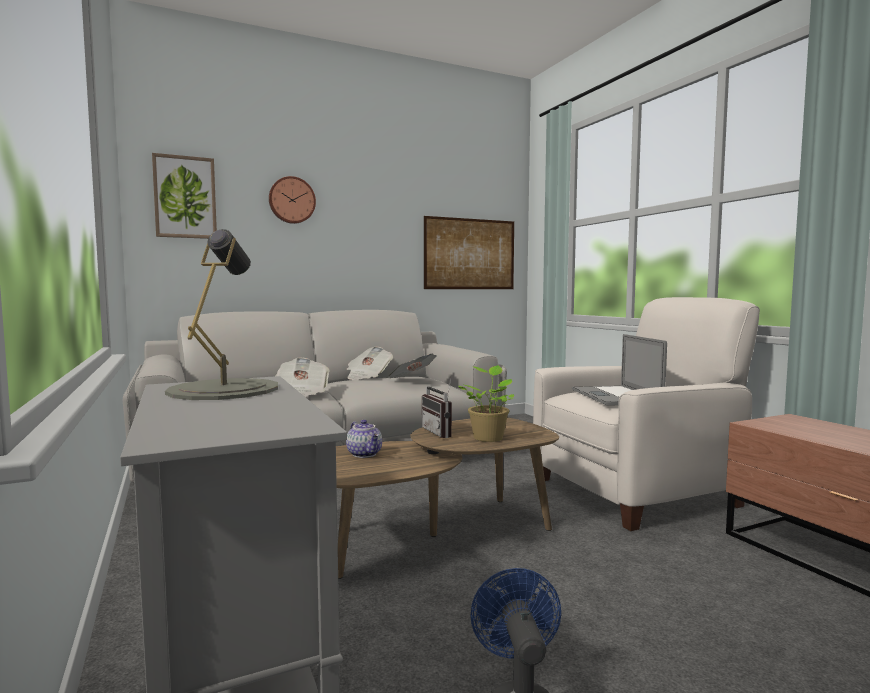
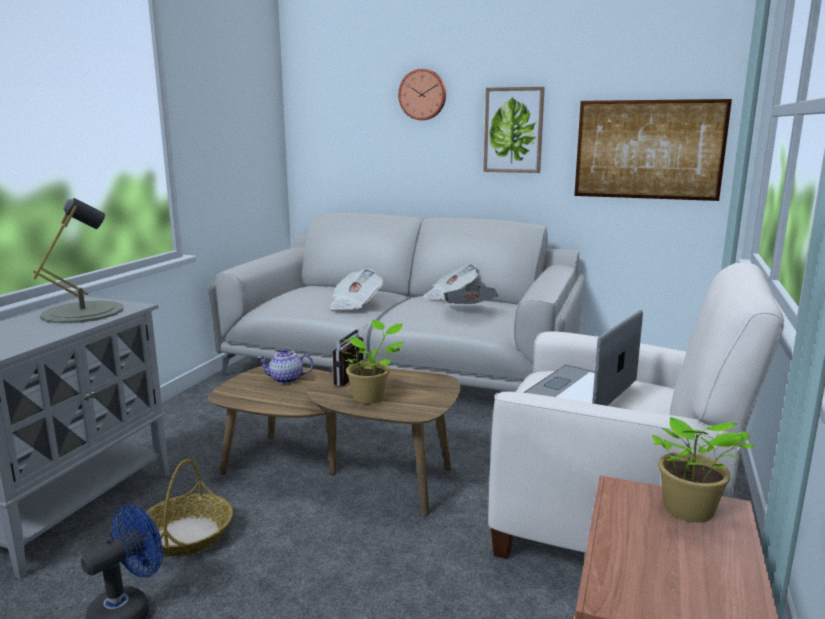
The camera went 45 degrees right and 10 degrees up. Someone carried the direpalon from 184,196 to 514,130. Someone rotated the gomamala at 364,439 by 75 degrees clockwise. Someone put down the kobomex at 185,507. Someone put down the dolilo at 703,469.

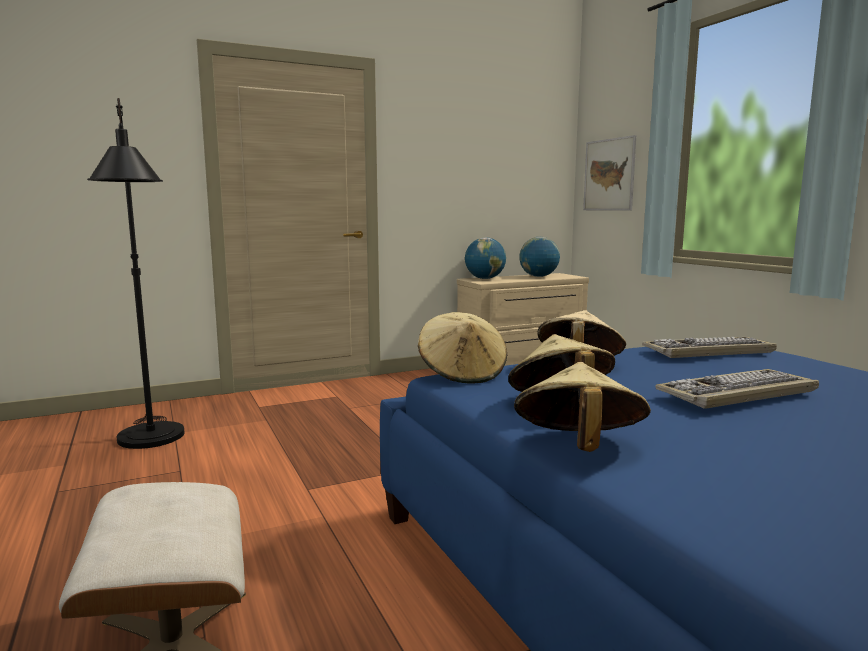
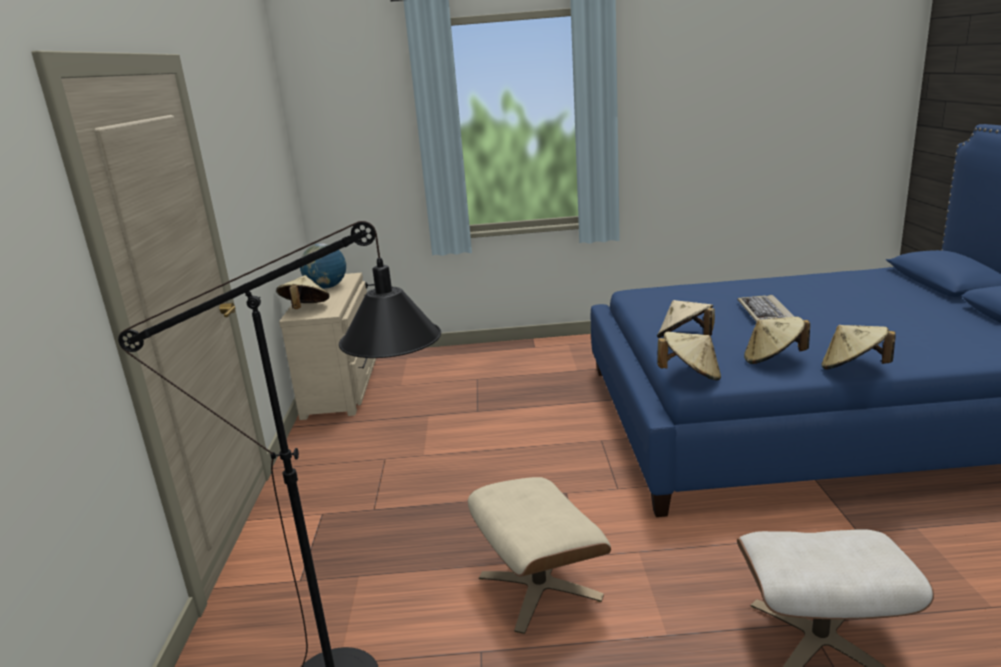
The camera went 65 degrees left and 10 degrees up. Someone swapped the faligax at 485,258 for the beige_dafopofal at 302,292. Someone took away the direpalon at 609,172. Someone took away the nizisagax at 709,347. Someone put down the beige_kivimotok at 539,555.

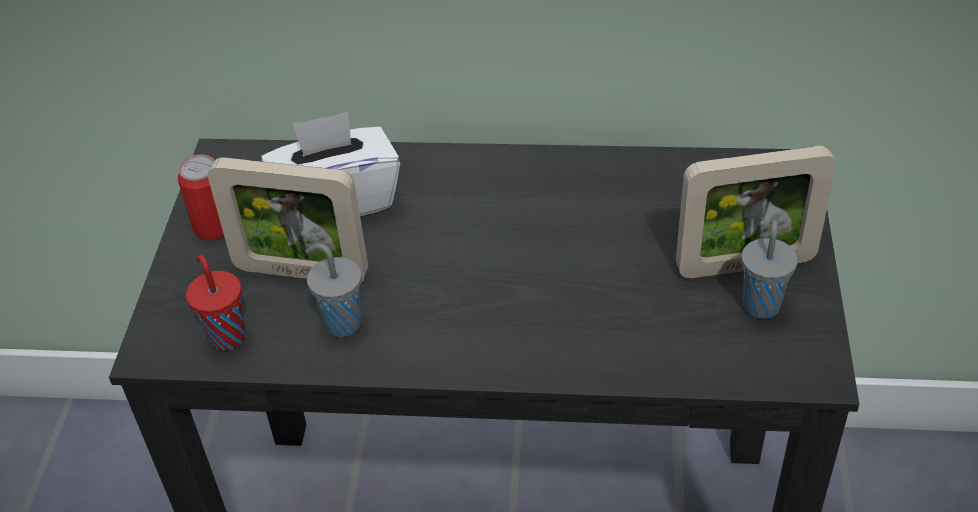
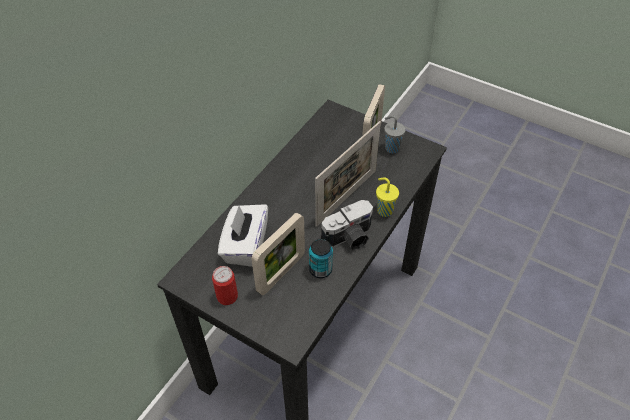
The camera went 65 degrees left and 5 degrees up. Someone took away the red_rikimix at 216,302. Someone swapped the grey_rikimix at 333,290 for the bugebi at 321,258. Someone put down the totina at 348,174. Someone put down the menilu at 347,225. Someone put down the yellow_rikimix at 387,197.

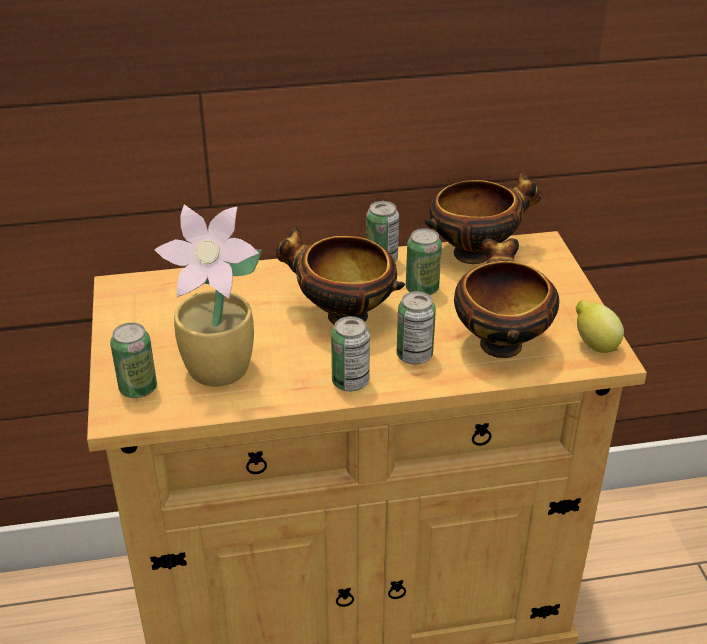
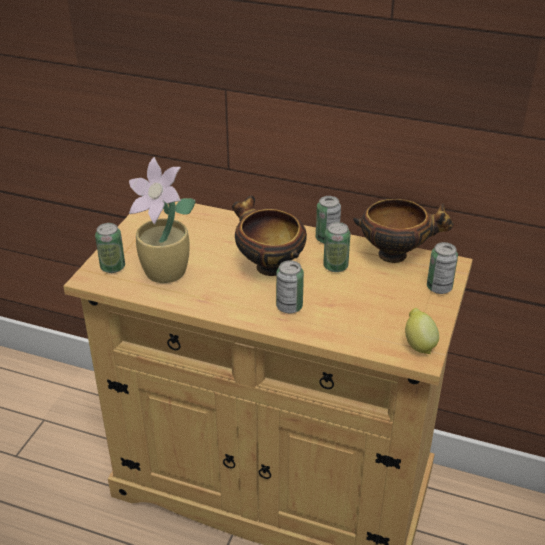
The camera went 30 degrees right and 0 degrees up. Someone carried the bugebi from 350,353 to 442,268. Someone took away the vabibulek at 506,298.

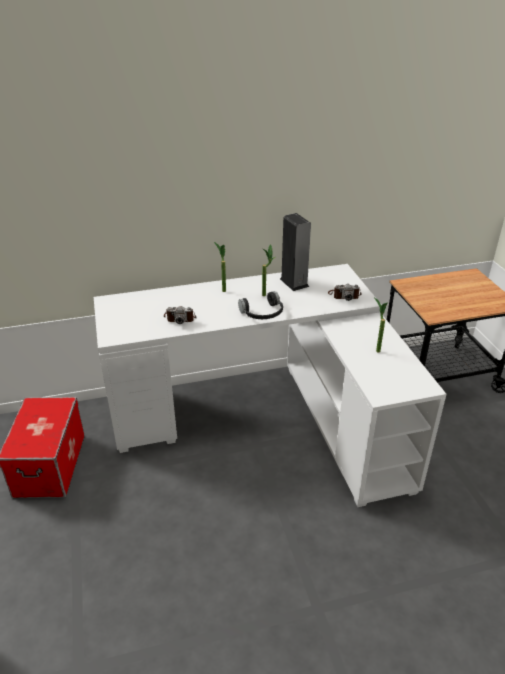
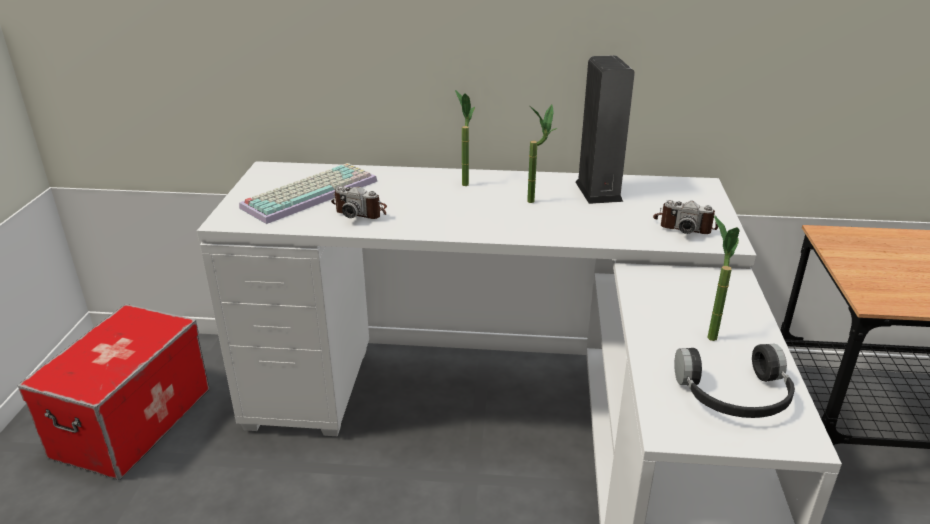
The camera went 20 degrees right and 5 degrees down. Someone carried the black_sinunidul from 260,305 to 734,381. Someone put down the nizisagax at 308,193.

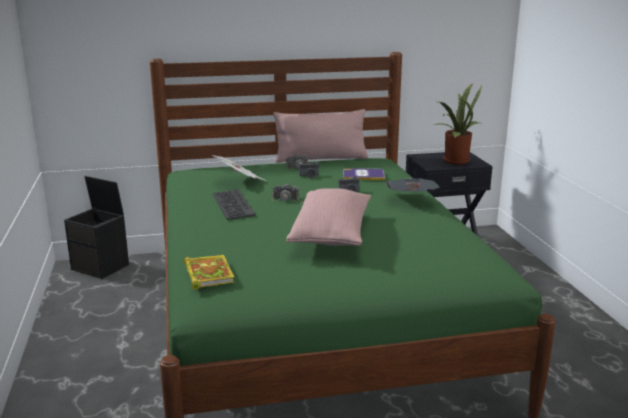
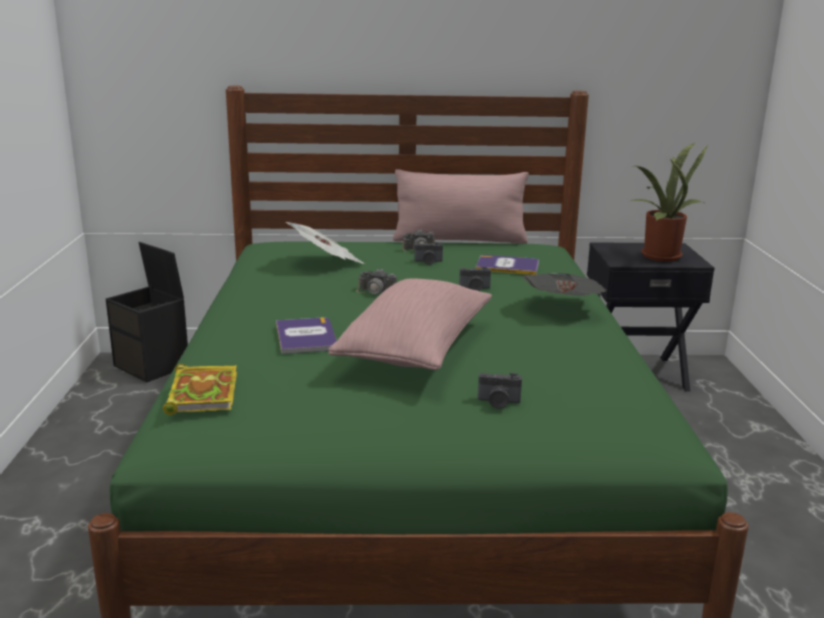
The camera went 10 degrees right and 0 degrees up. Someone took away the nizisagax at 234,204. Someone put down the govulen at 306,335. Someone put down the menilu at 500,391.

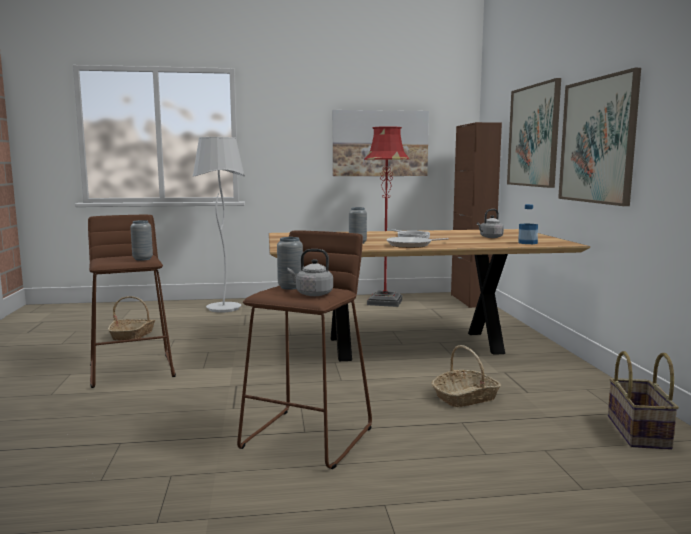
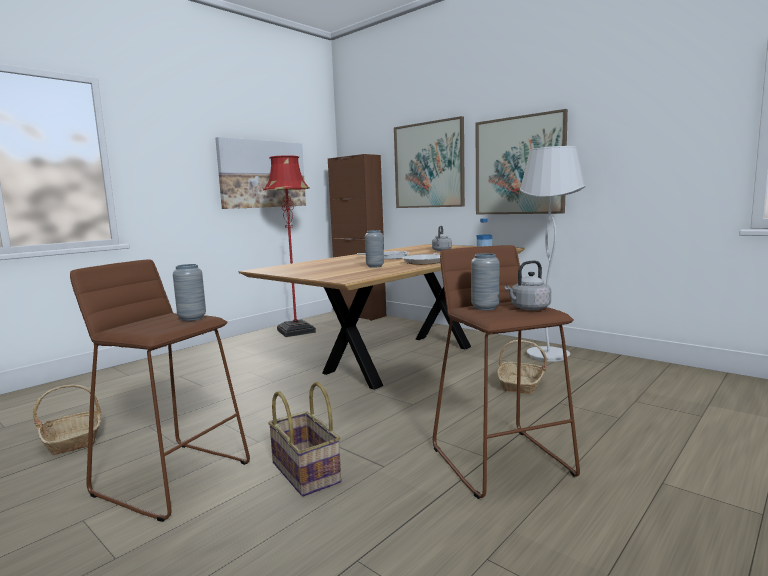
The camera went 40 degrees left and 0 degrees up. Someone carried the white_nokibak from 219,225 to 552,254. Someone carried the kobomex from 643,400 to 304,439.

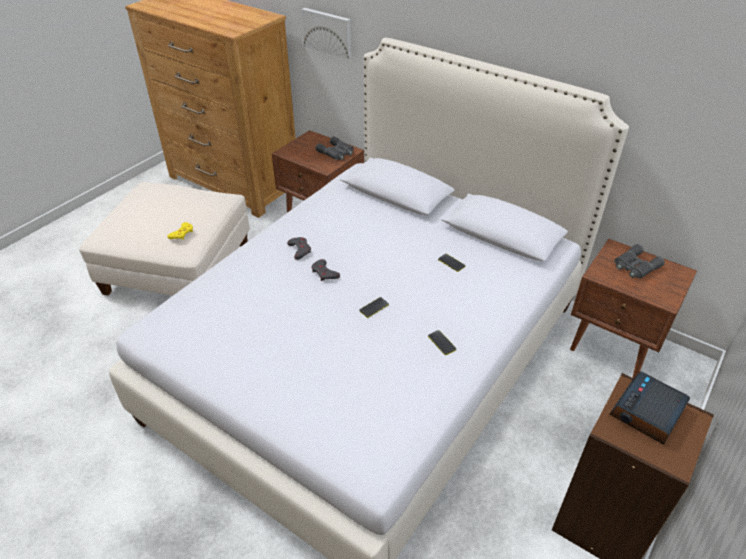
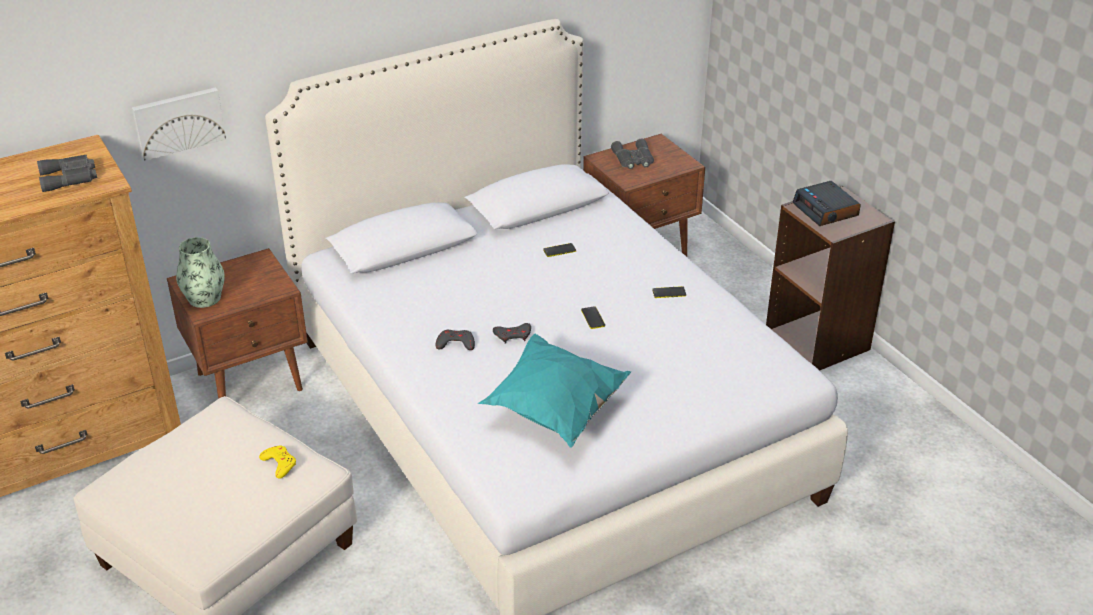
The camera went 65 degrees left and 5 degrees down. Someone carried the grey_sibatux from 335,148 to 67,173. Someone put down the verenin at 200,272. Someone put down the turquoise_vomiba at 554,391.

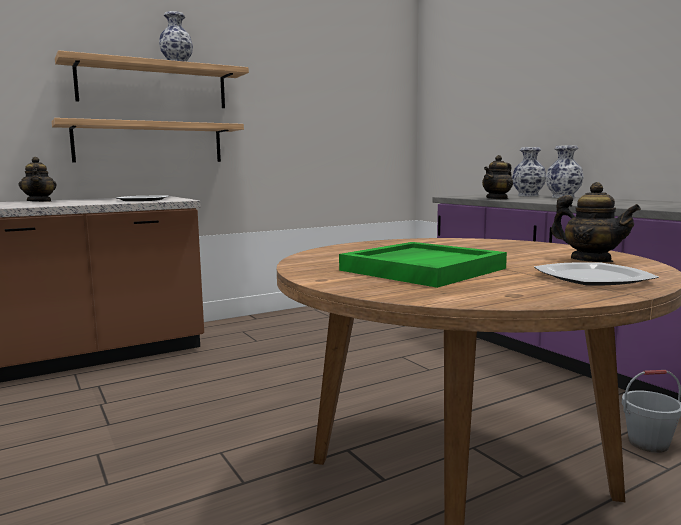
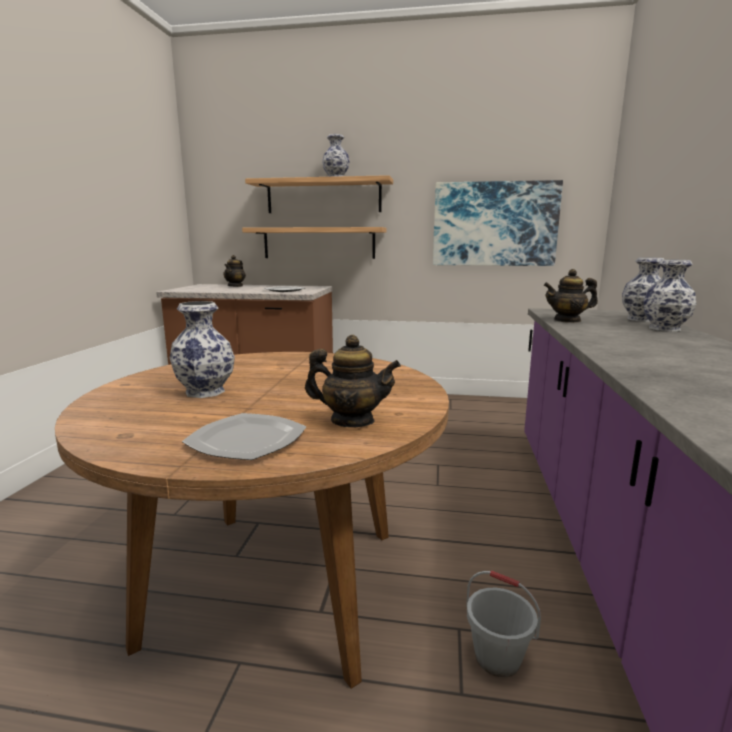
The camera went 40 degrees right and 5 degrees up. Someone swapped the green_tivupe at 423,265 for the verenin at 202,349. Someone rotated the gomamala at 596,222 by 75 degrees counterclockwise. Someone put up the direpalon at 498,223.

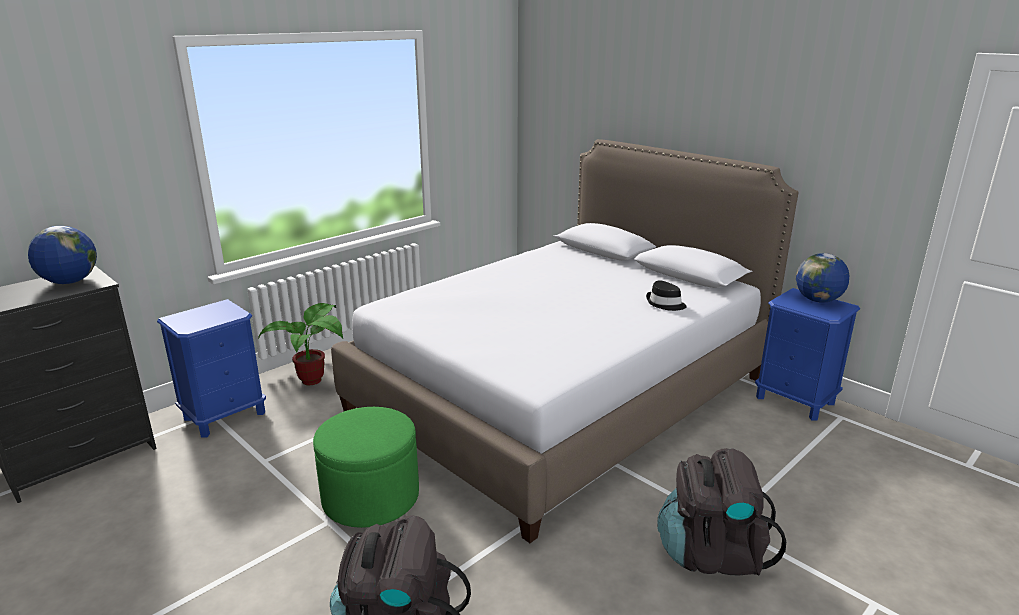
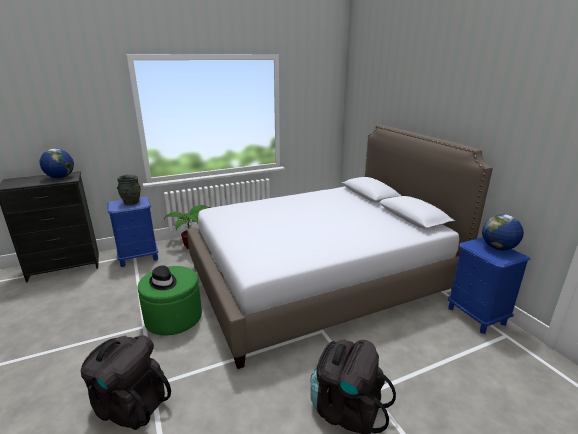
The camera went 20 degrees right and 0 degrees up. Someone carried the black_dafopofal from 666,295 to 163,278. Someone put down the grey_verenin at 129,190.

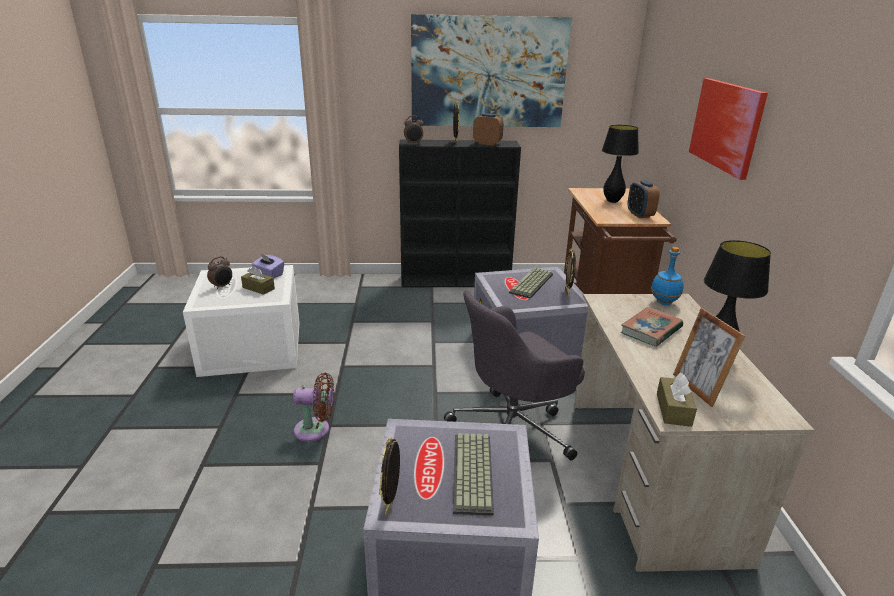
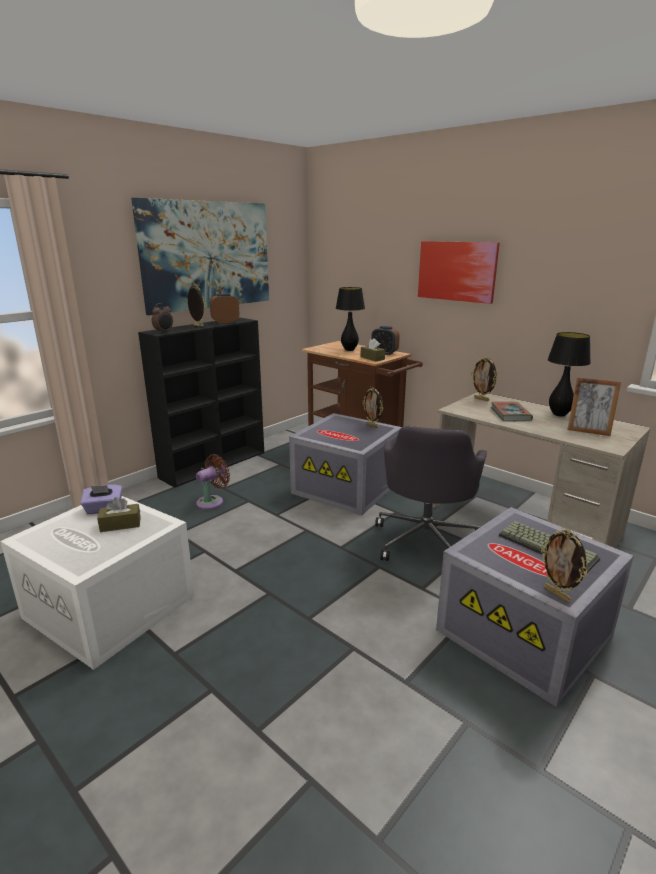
The camera went 45 degrees left and 5 degrees down. Someone took away the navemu at 219,273. Someone carried the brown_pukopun from 313,407 to 213,482. Someone took away the nizisagax at 531,283. Someone swapped the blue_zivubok at 667,276 for the totina at 484,378. Someone carried the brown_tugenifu from 677,399 to 373,349.

